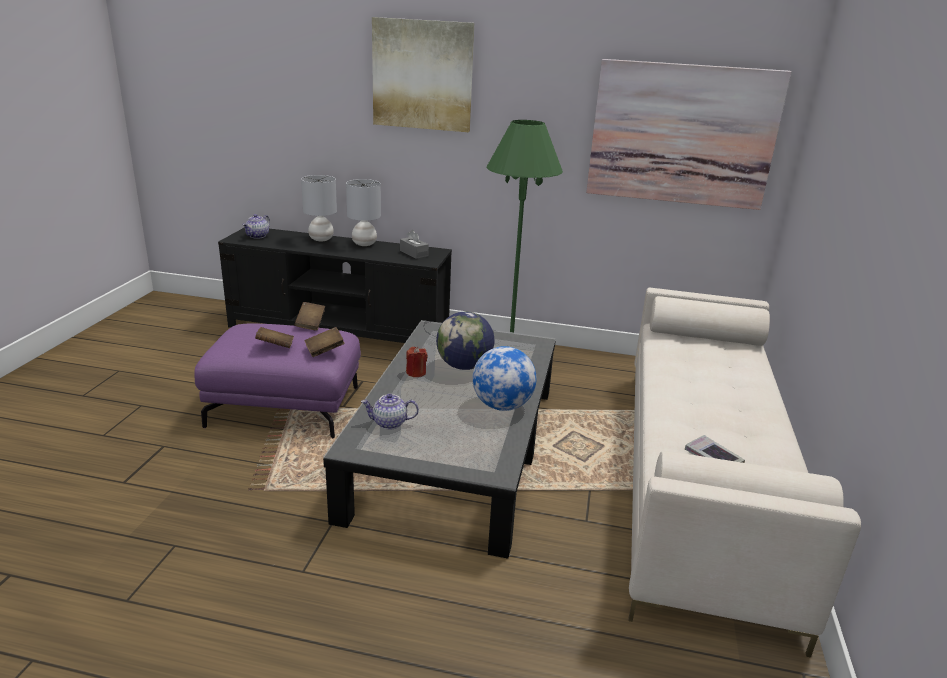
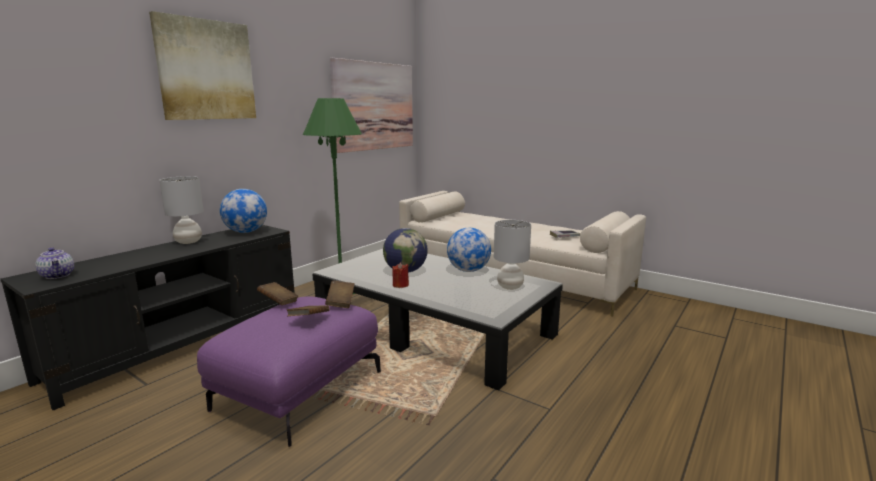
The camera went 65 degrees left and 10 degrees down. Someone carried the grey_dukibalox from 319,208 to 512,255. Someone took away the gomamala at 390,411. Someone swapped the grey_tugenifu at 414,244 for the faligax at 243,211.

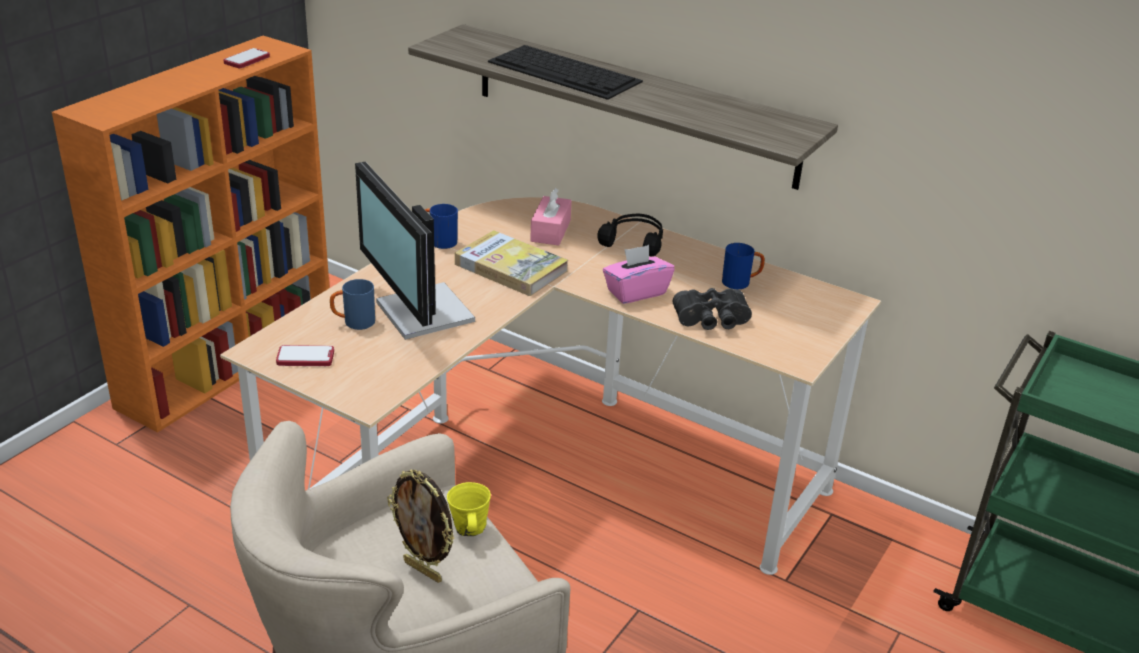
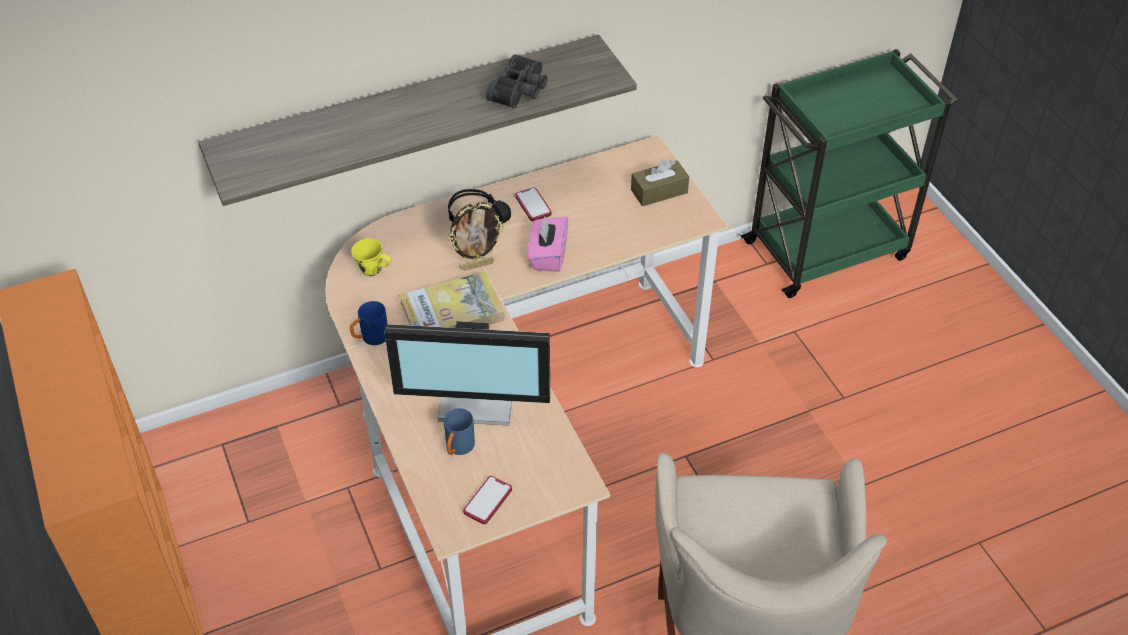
The camera went 55 degrees left and 15 degrees up. Someone carried the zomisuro from 246,58 to 533,204. Someone carried the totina from 420,526 to 475,236. Someone carried the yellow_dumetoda from 469,509 to 371,257. Someone took away the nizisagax at 565,72. Someone took away the pink_tugenifu at 551,217. Someone carried the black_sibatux from 712,309 to 517,81. Someone took away the blue_dumetoda at 743,266. Someone put down the brown_tugenifu at 660,182.

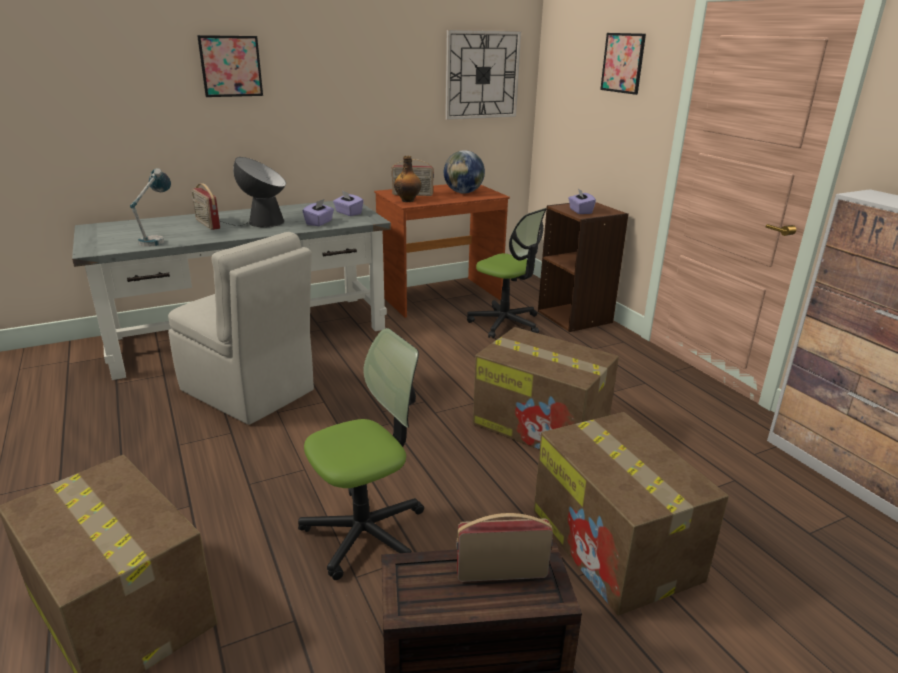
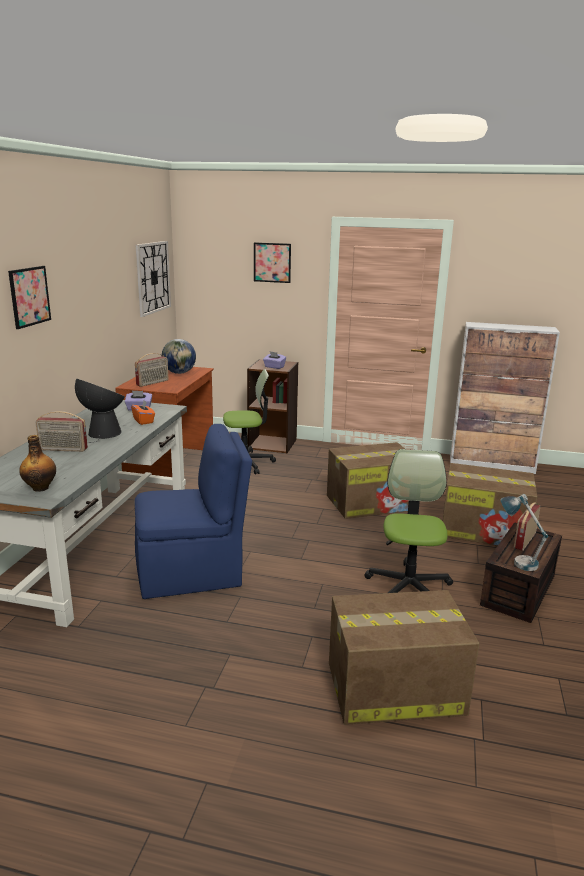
The camera went 50 degrees left and 5 degrees down. Someone carried the dukibalox from 150,207 to 524,532. Someone repainted the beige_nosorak at 241,328, which became the blue_nosorak at 193,511. Someone repainted the purple_tugenifu at 318,212, which became the orange_tugenifu at 143,412. Someone carried the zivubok from 407,179 to 37,463.

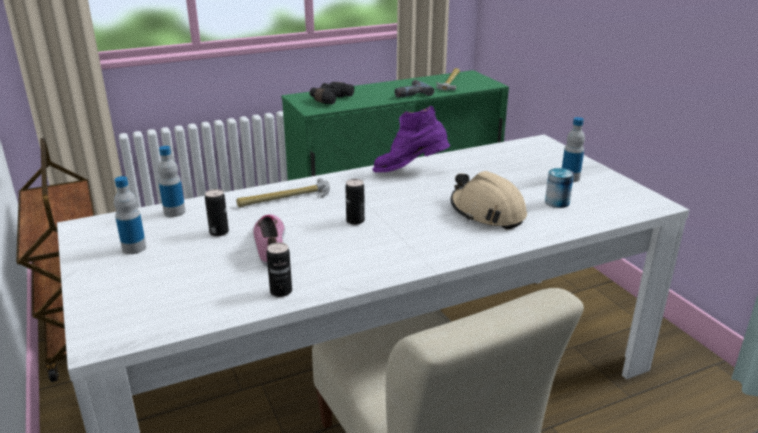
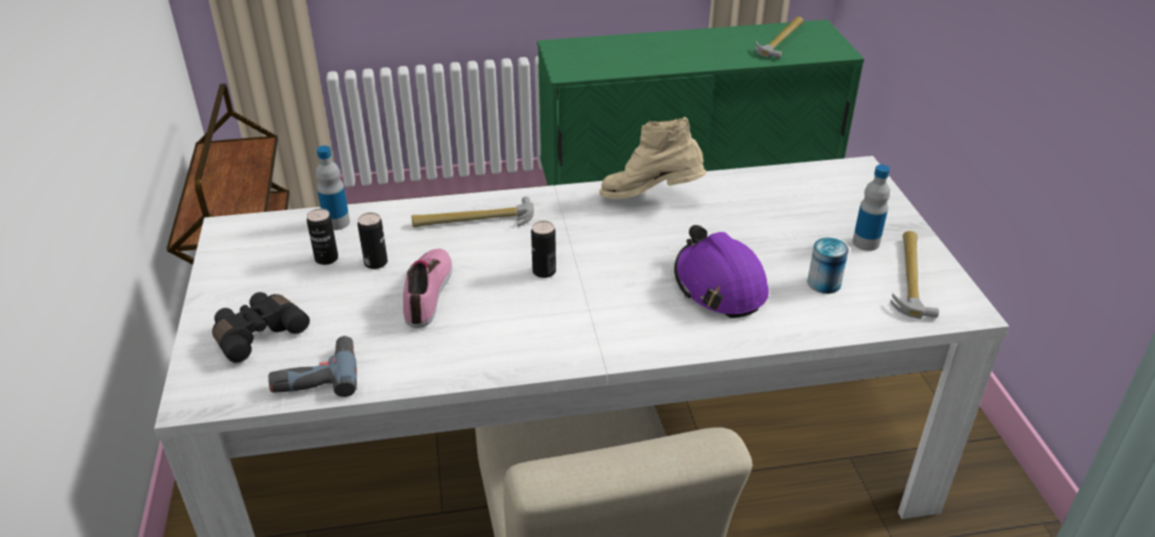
The camera went 15 degrees right and 10 degrees up. Someone took away the zivubok at 130,215. Someone carried the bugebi from 279,269 to 322,236. Someone carried the black_sibatux from 332,93 to 261,327. Someone repainted the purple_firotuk at 411,139, which became the beige_firotuk at 652,158. Someone carried the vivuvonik from 414,88 to 312,366. Someone repainted the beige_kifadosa at 489,200, which became the purple_kifadosa at 721,271. Someone put down the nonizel at 914,275.

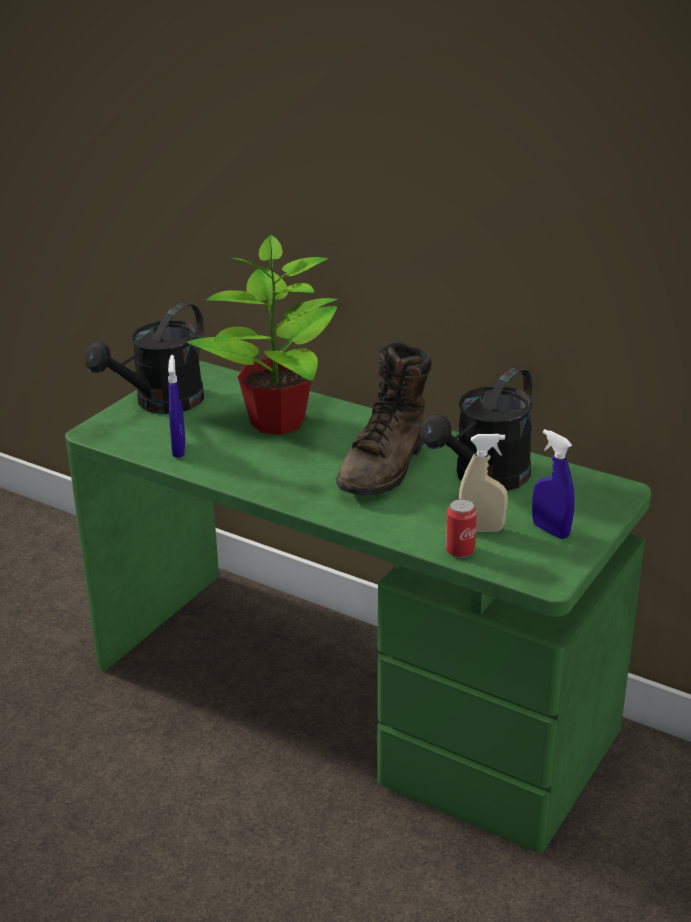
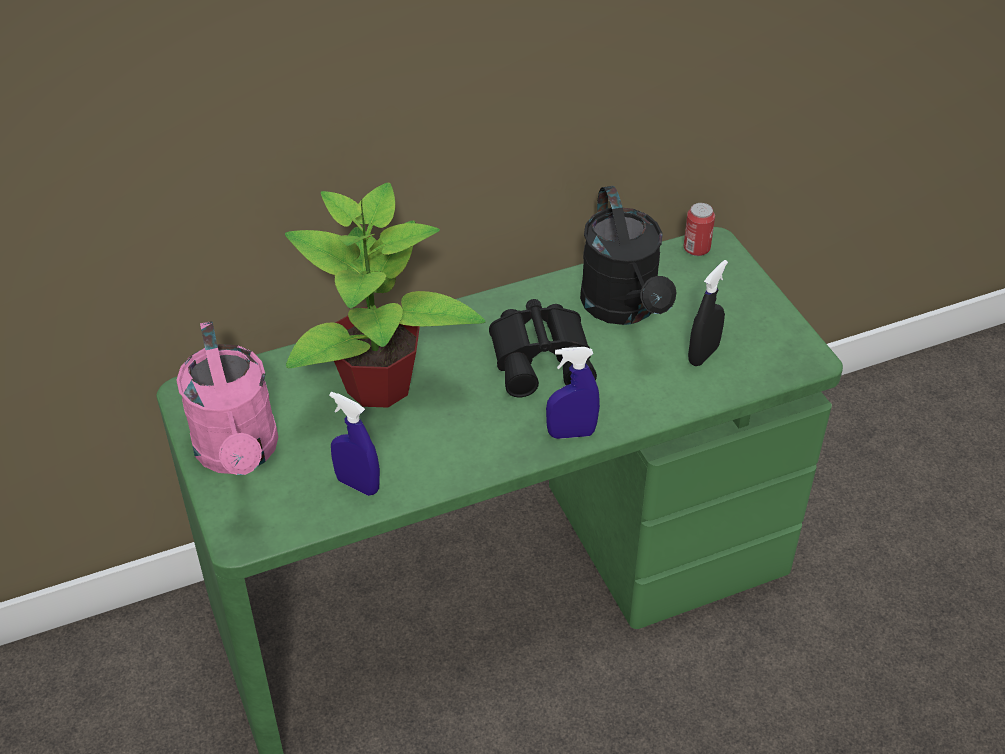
The camera went 55 degrees left and 15 degrees up. Someone repainted the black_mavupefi at 144,358, which became the pink_mavupefi at 227,398. Someone swapped the brown_firotuk at 384,419 for the black_sibatux at 543,348. Someone carried the bugebi from 461,528 to 699,229. Someone repainted the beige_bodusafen at 483,483, which became the black_bodusafen at 708,313. Someone carried the blue_bodusafen from 553,484 to 573,393.

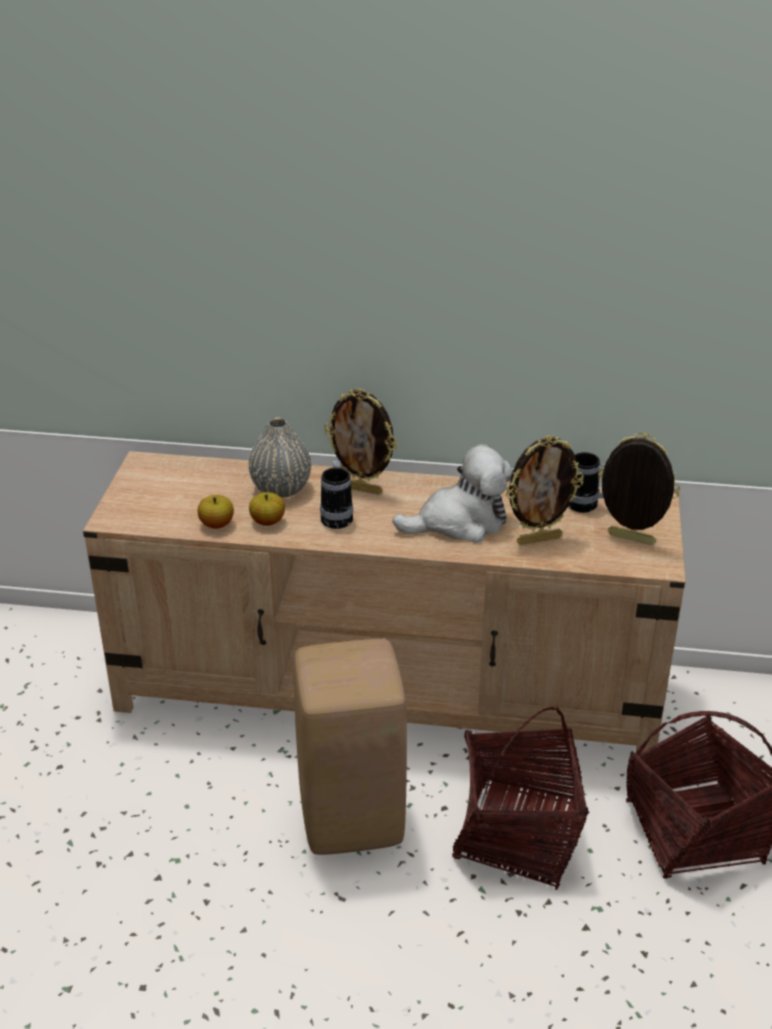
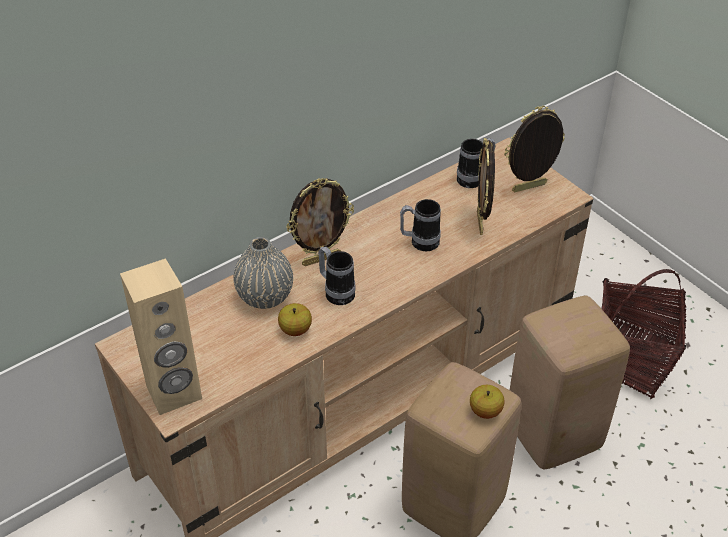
The camera went 45 degrees left and 10 degrees up. Someone carried the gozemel from 216,512 to 487,402. Someone swapped the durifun at 453,493 for the dumetoda at 420,225. Someone swapped the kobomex at 520,798 for the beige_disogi at 570,382. Someone rotated the totina at 545,490 by 150 degrees clockwise. Someone put down the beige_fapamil at 161,336.

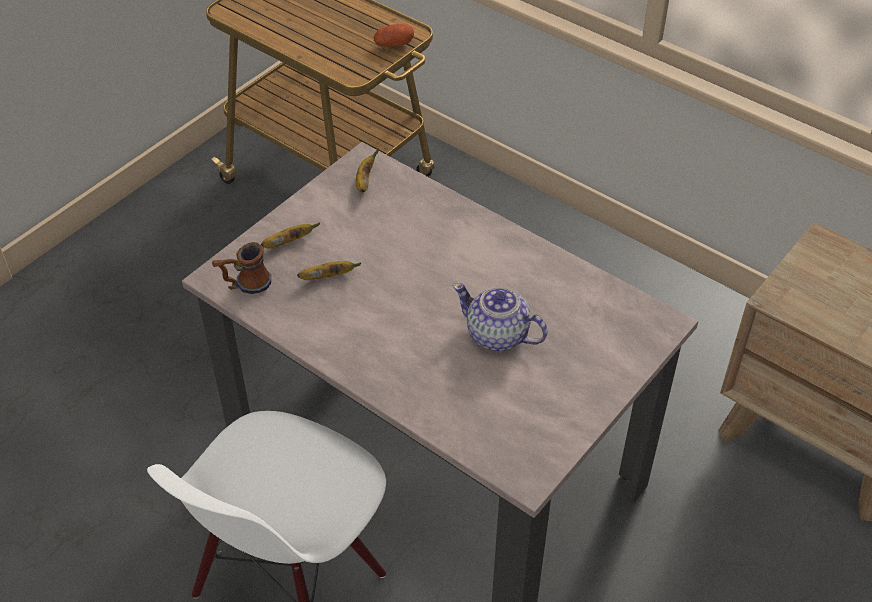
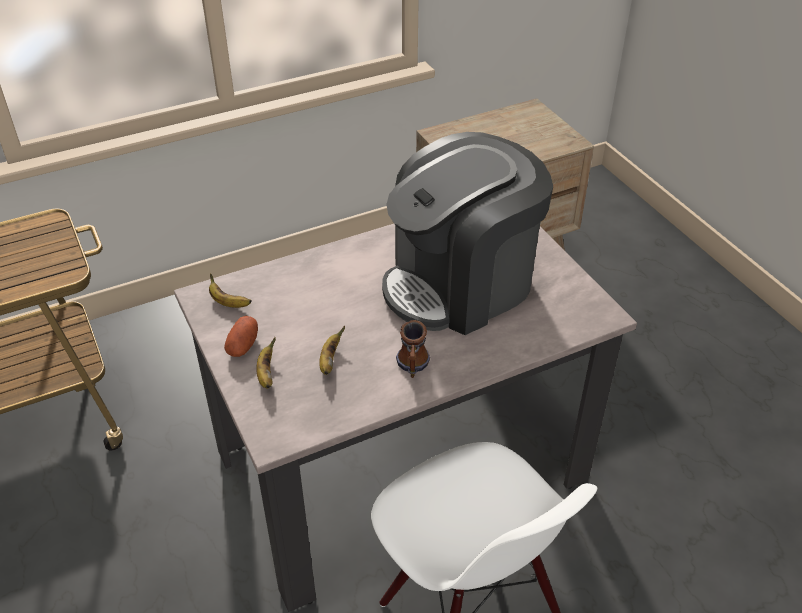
The camera went 65 degrees left and 5 degrees down. Someone carried the dumetoda from 241,268 to 413,349. Someone carried the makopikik from 394,35 to 241,336. Someone swapped the gomamala at 500,317 for the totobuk at 467,233.

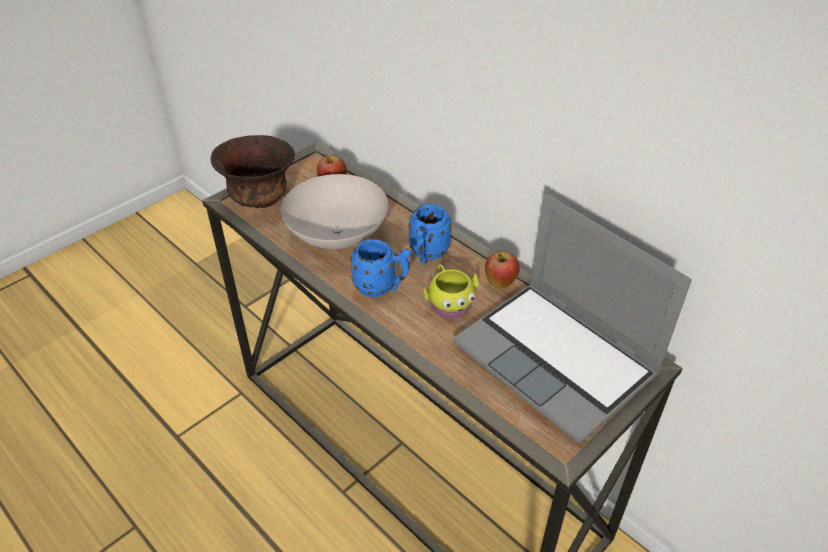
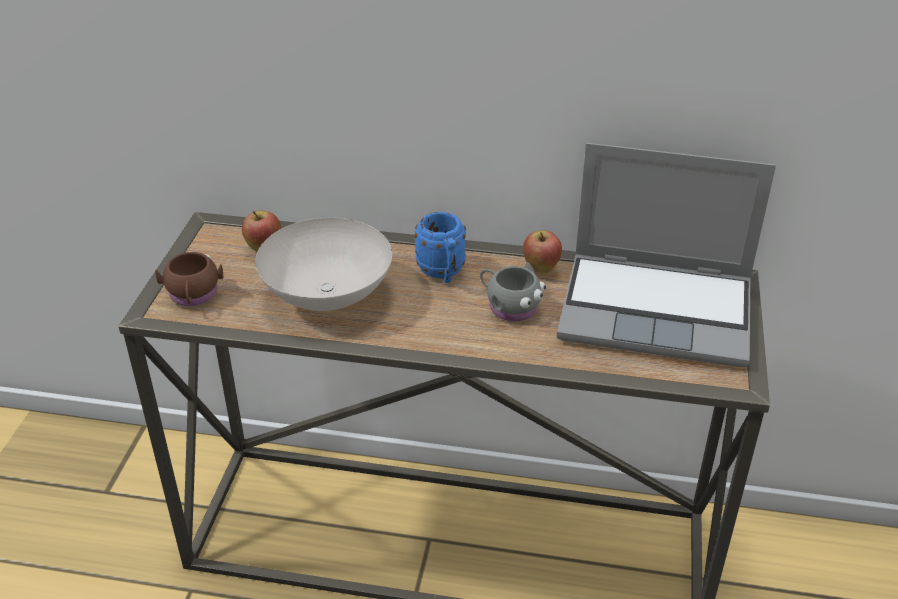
The camera went 35 degrees left and 5 degrees down. Someone swapped the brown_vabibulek at 253,171 for the brown_dumetoda at 189,278. Someone took away the blue_dumetoda at 380,268. Someone repainted the yellow_dumetoda at 451,290, which became the grey_dumetoda at 513,292.

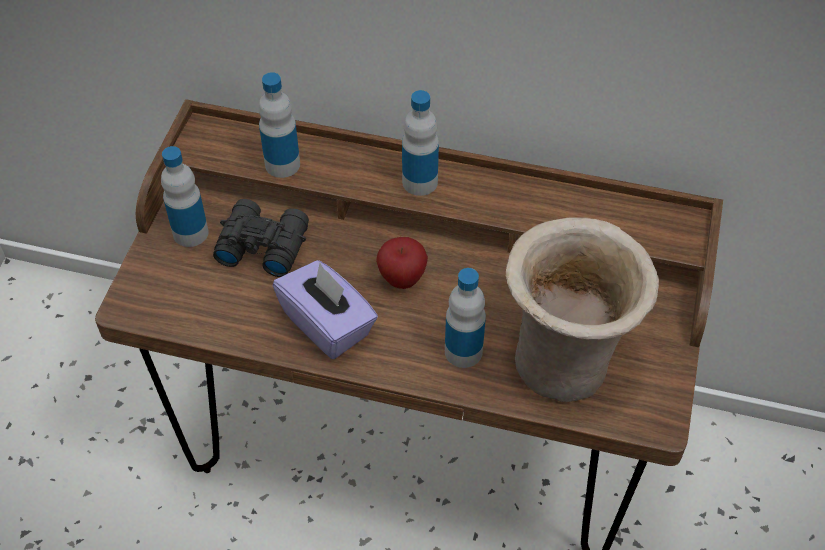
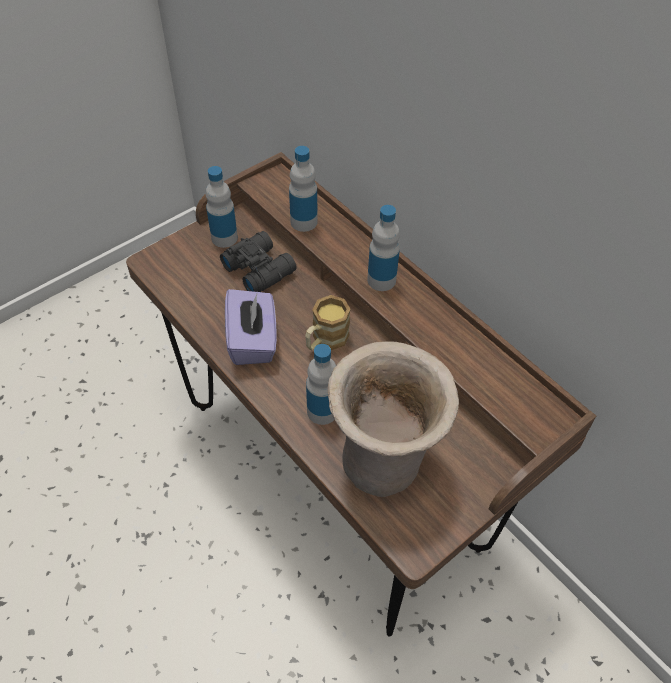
The camera went 35 degrees right and 0 degrees up. Someone swapped the gozemel at 402,263 for the dumetoda at 328,322.

